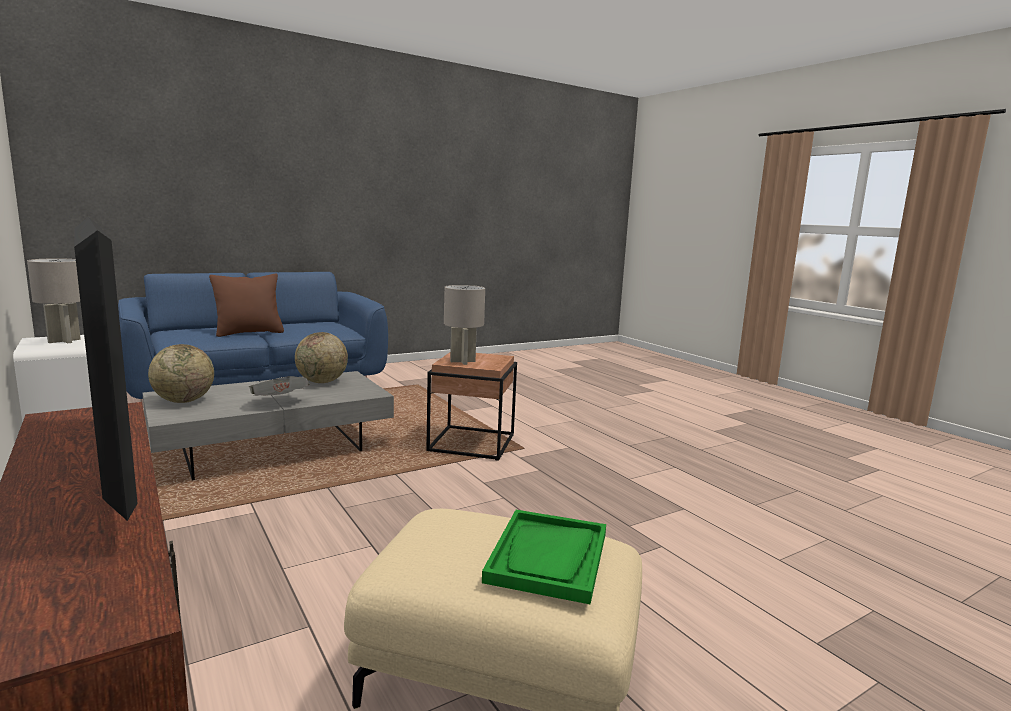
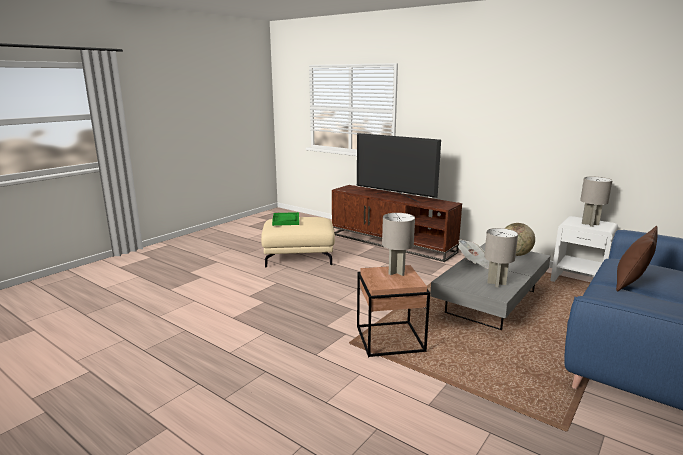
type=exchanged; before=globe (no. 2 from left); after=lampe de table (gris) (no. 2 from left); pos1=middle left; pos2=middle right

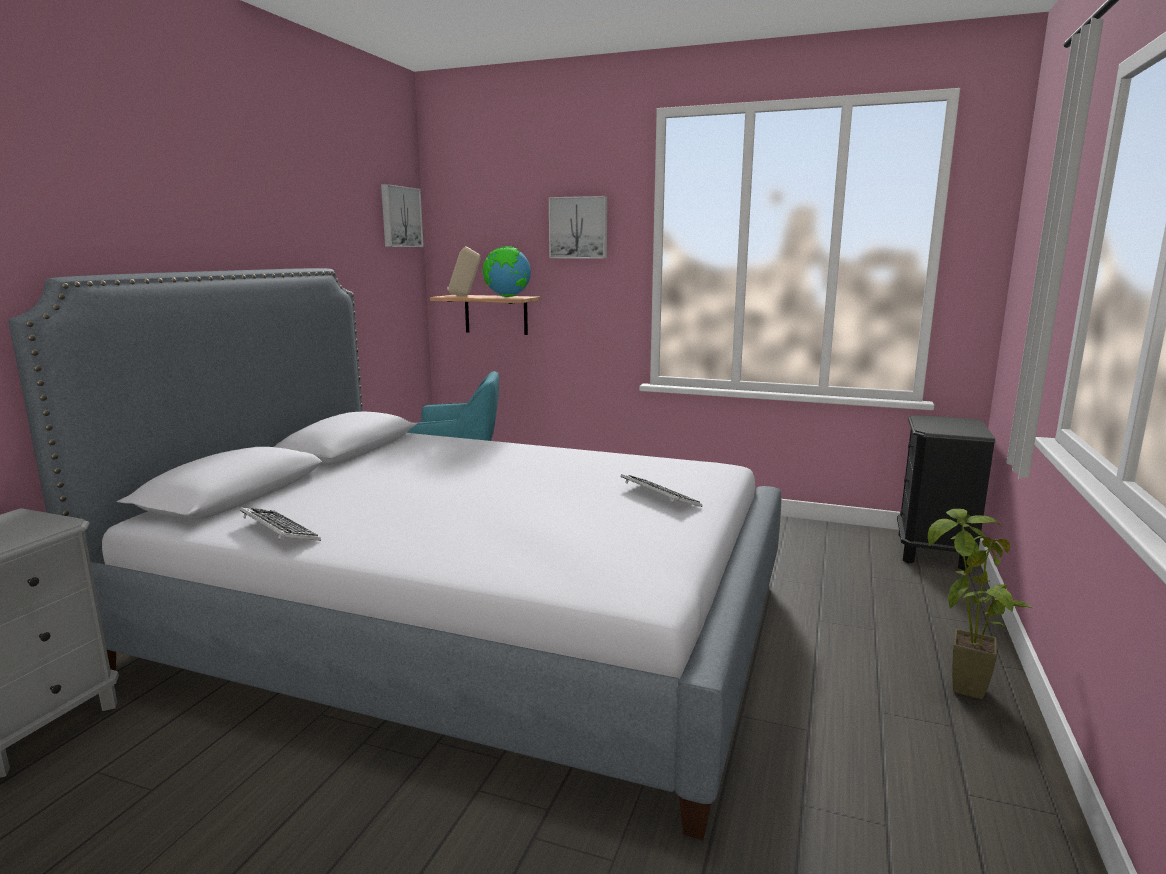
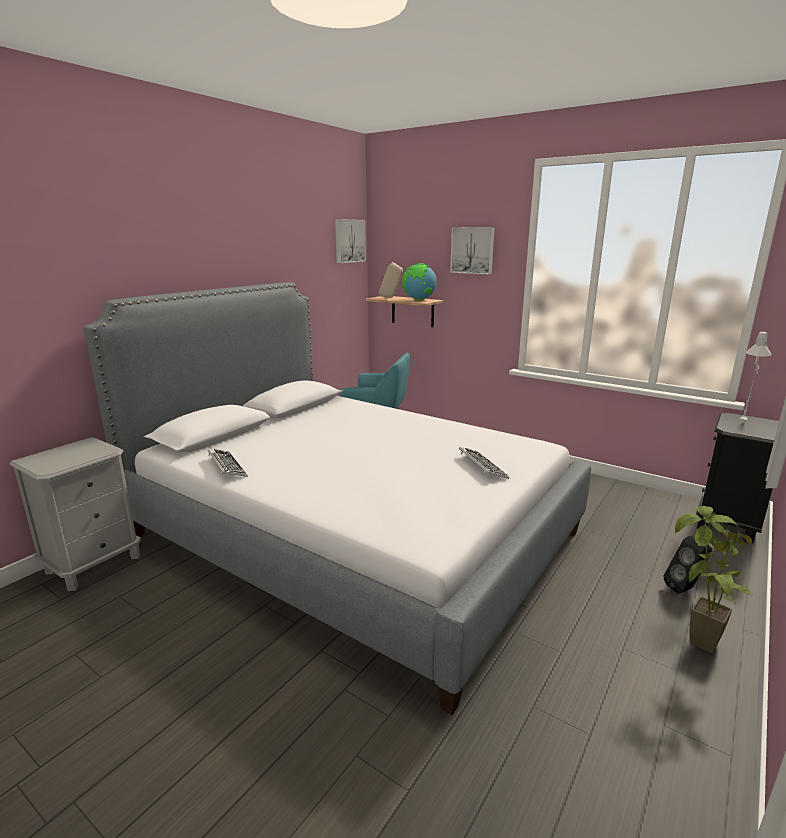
type=appeared; after=enceinte (noir); pos2=bottom right
type=appeared; after=lampe de table (gris); pos2=middle right

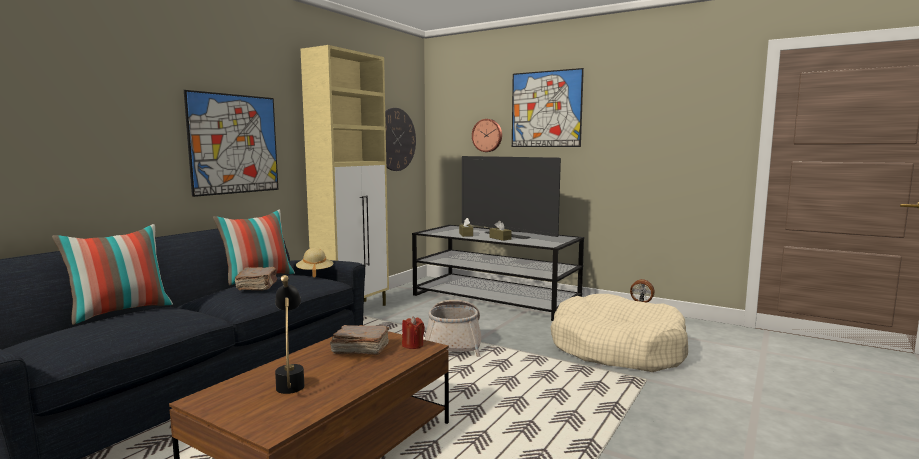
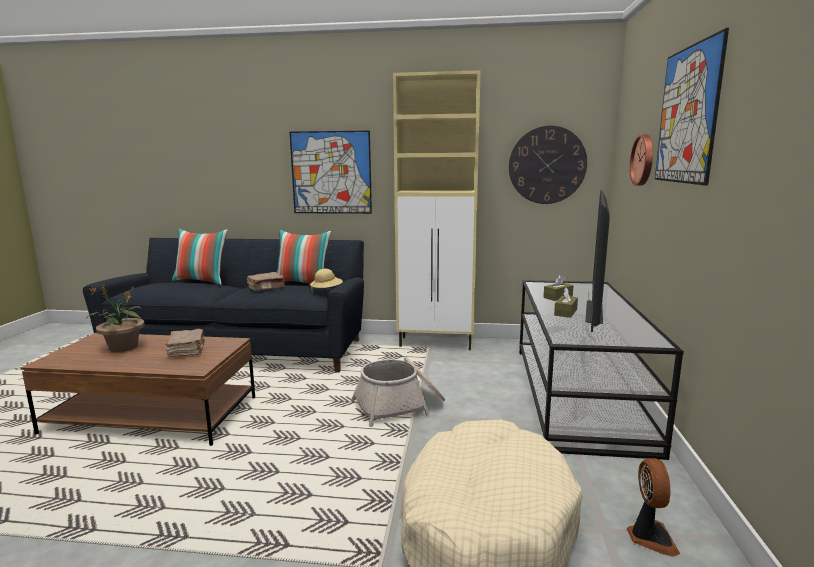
type=missing; before=bougie (rouge); pos1=bottom centre
type=exchanged; before=lampe de table (noir); after=plante en pot; pos1=bottom left; pos2=middle left

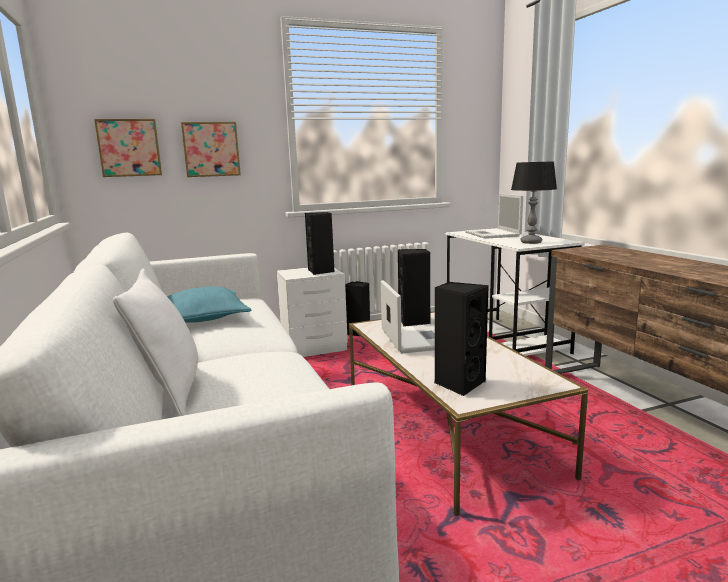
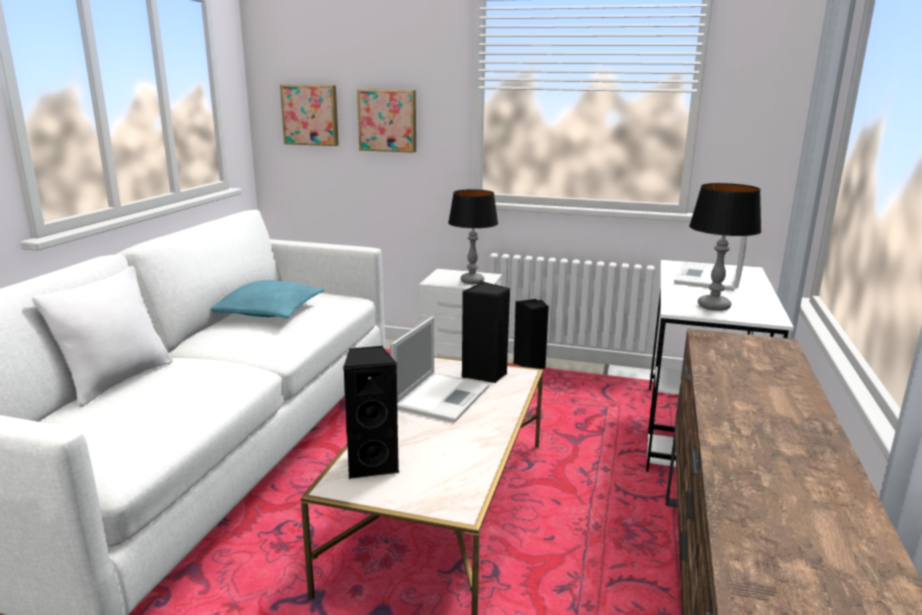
type=exchanged; before=enceinte (noir) (no. 1 from left); after=lampe de table (no. 1 from left); pos1=centre; pos2=centre

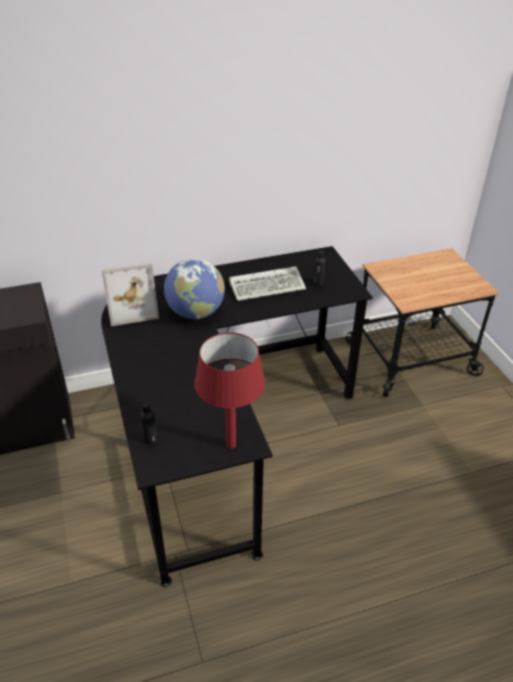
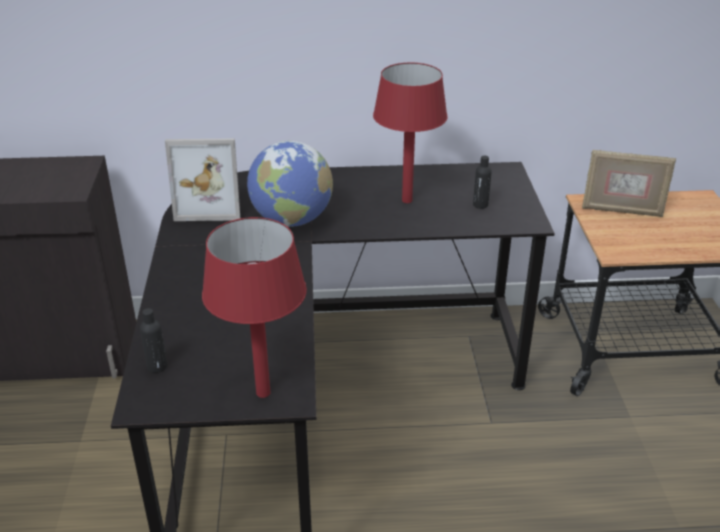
type=appeared; after=cadre photo (no. 2 from left); pos2=middle right
type=exchanged; before=clavier; after=lampe de table (rouge) (no. 2 from left); pos1=centre; pos2=top centre

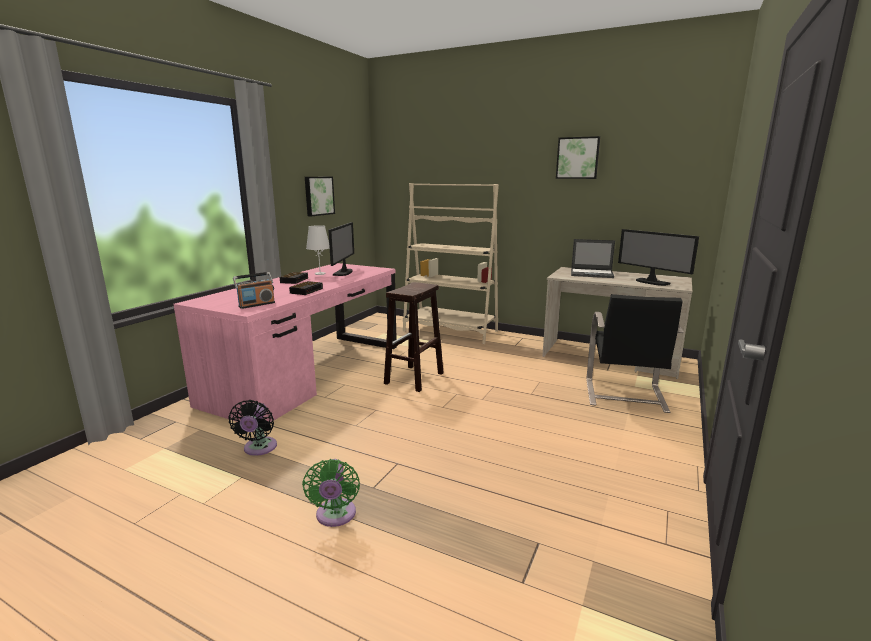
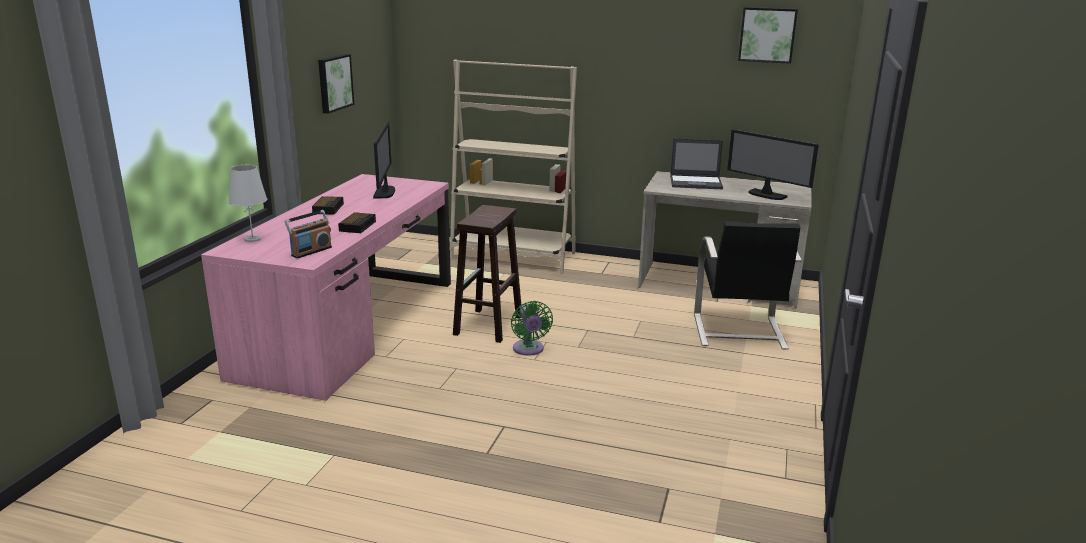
type=missing; before=ventilateur (noir); pos1=bottom left
type=relocated; before=ventilateur (vert); pos1=bottom centre; pos2=centre
type=relocated; before=lampe de table (blanc); pos1=centre; pos2=middle left
type=relocated; before=tableau (no. 2 from left); pos1=top centre; pos2=top right

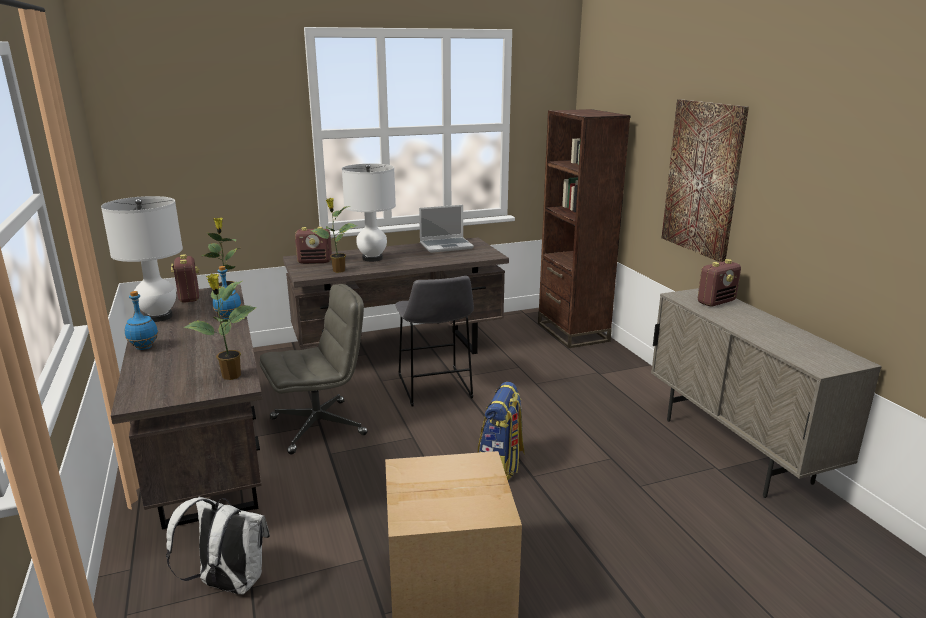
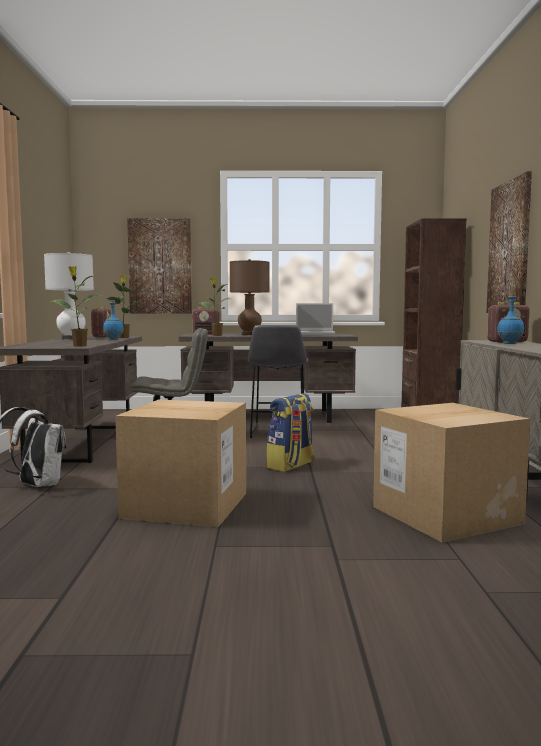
type=appeared; after=tableau (no. 1 from left); pos2=middle left
type=appeared; after=carton (no. 2 from left); pos2=middle right
type=relocated; before=bouteille (bleu) (no. 1 from left in the first image); after=bouteille (bleu) (no. 2 from left); pos1=middle left; pos2=middle right
type=colour; before=lampe de table (blanc) (no. 2 from left); after=lampe de table (marron); pos1=centre; pos2=centre

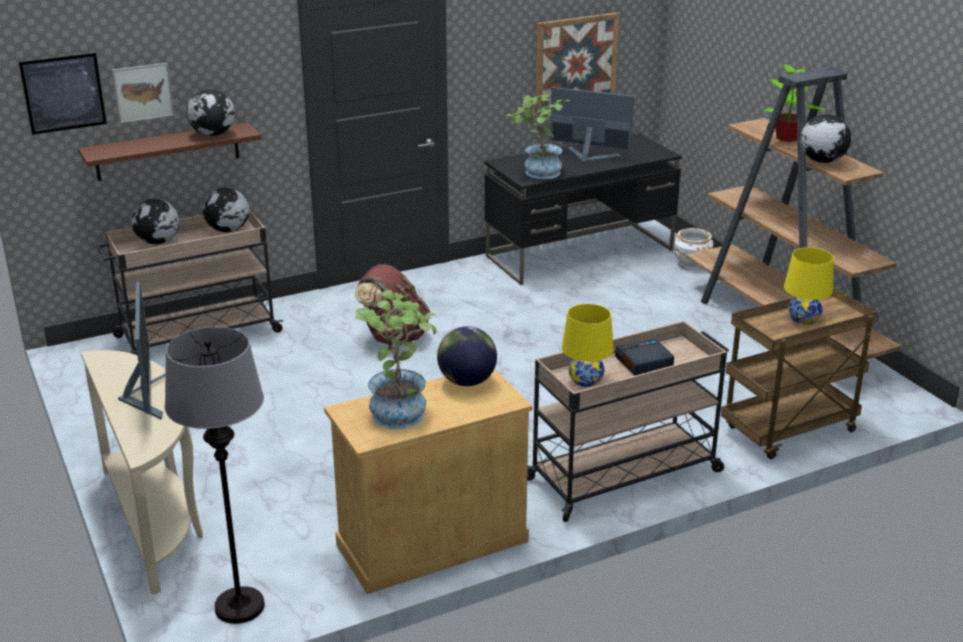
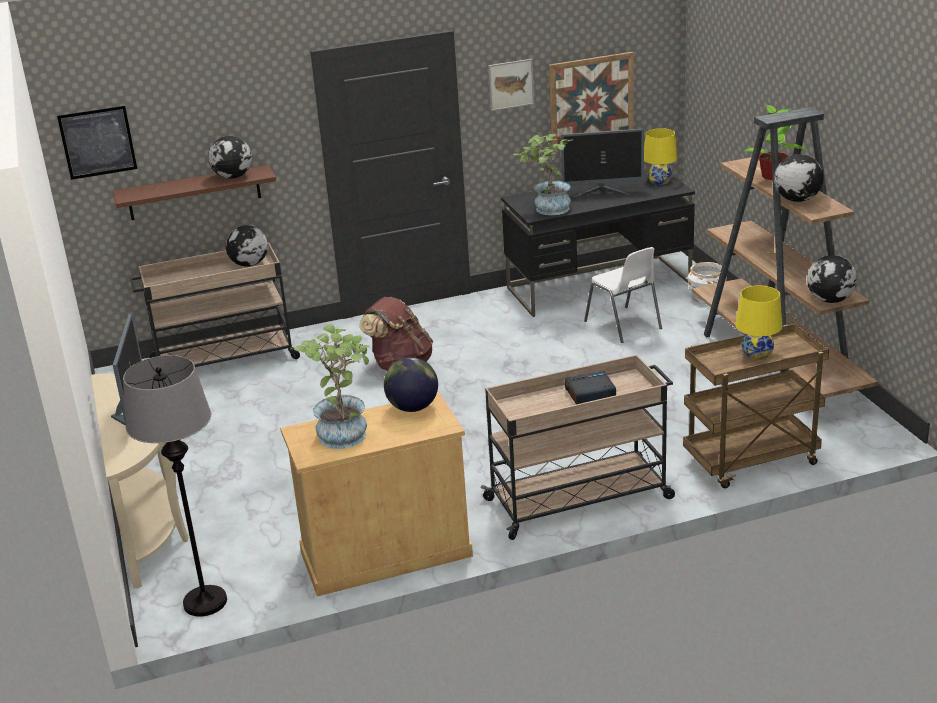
type=appeared; after=chaise (blanc); pos2=centre
type=relocated; before=tableau (no. 2 from left); pos1=top left; pos2=top centre
type=relocated; before=globe (no. 1 from left in the first image); after=globe (no. 5 from left); pos1=middle left; pos2=middle right
type=relocated; before=lampe de table (jaune) (no. 1 from left); pos1=centre; pos2=top right
type=spun; before=écran d'ordinateur (no. 2 from left); pos1=top centre; pos2=top centre; turn=150

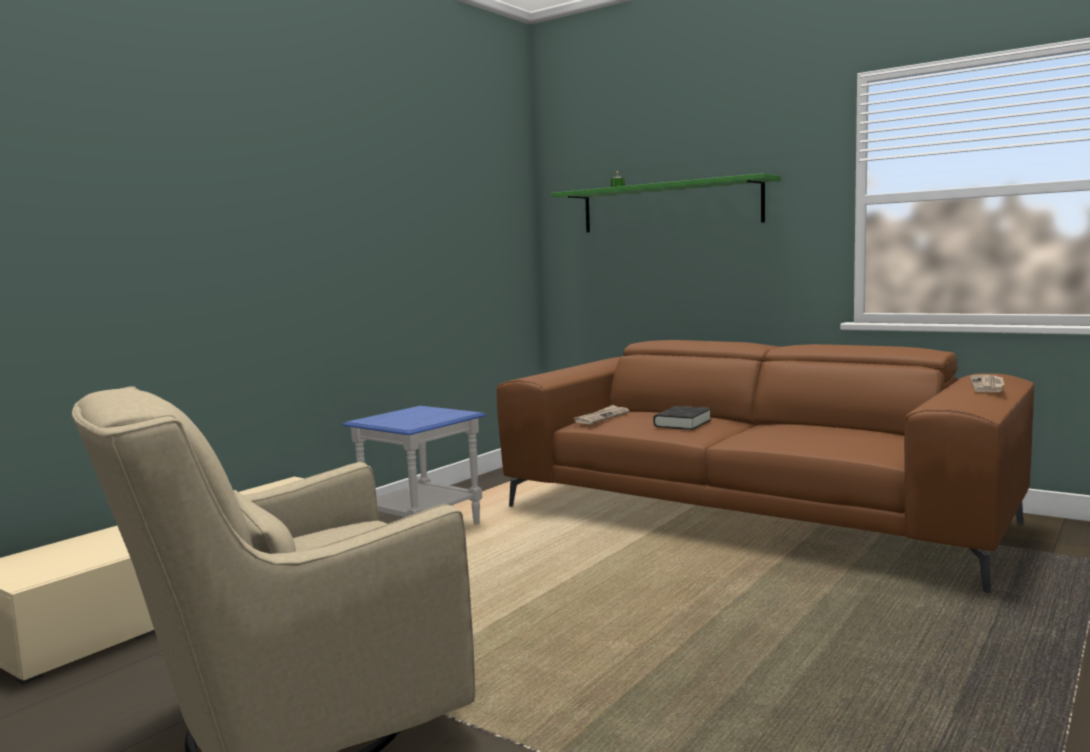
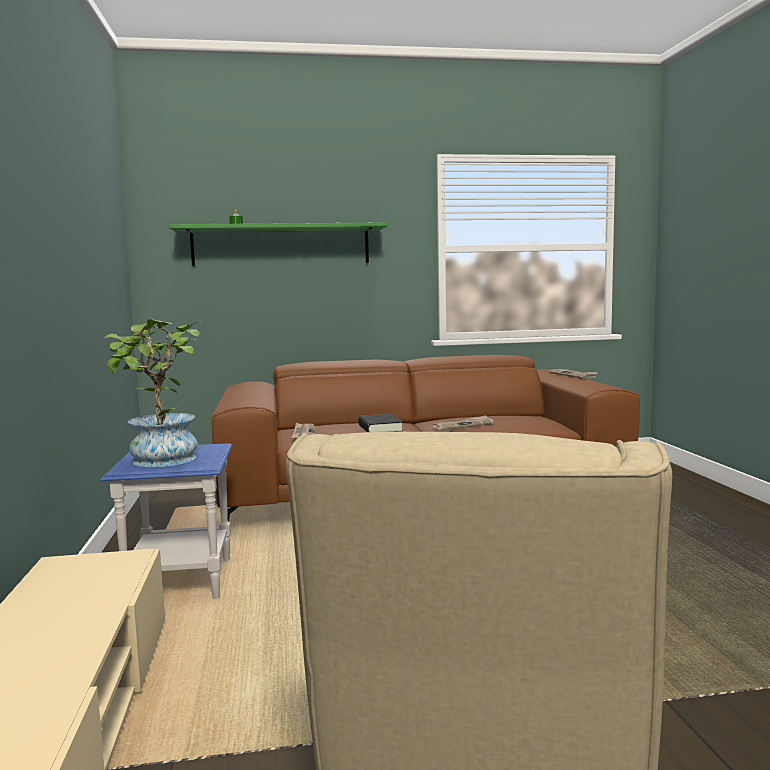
type=appeared; after=plante en pot; pos2=middle left
type=appeared; after=journal (no. 2 from left); pos2=centre

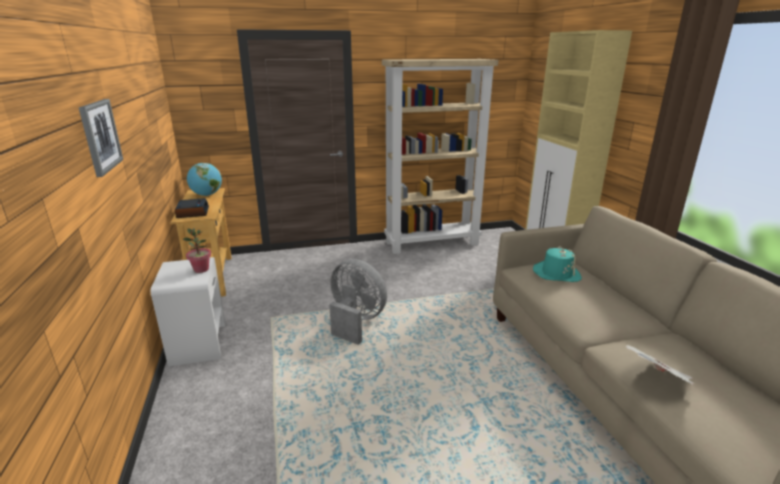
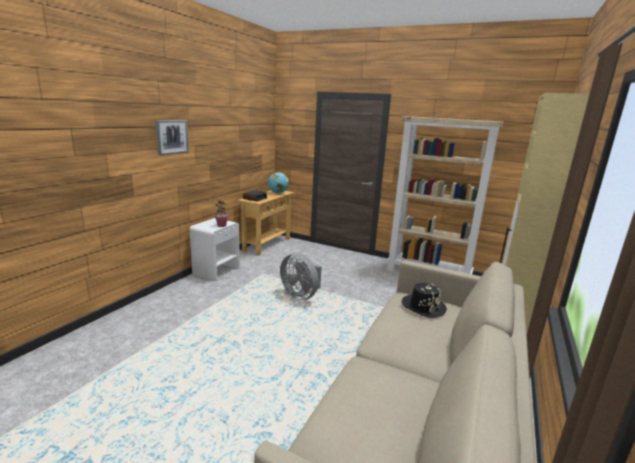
type=missing; before=journal; pos1=bottom right
type=colour; before=chapeau (turquoise); after=chapeau (noir); pos1=middle right; pos2=middle right
type=spun; before=ventilateur (gris); pos1=centre; pos2=centre; turn=150

